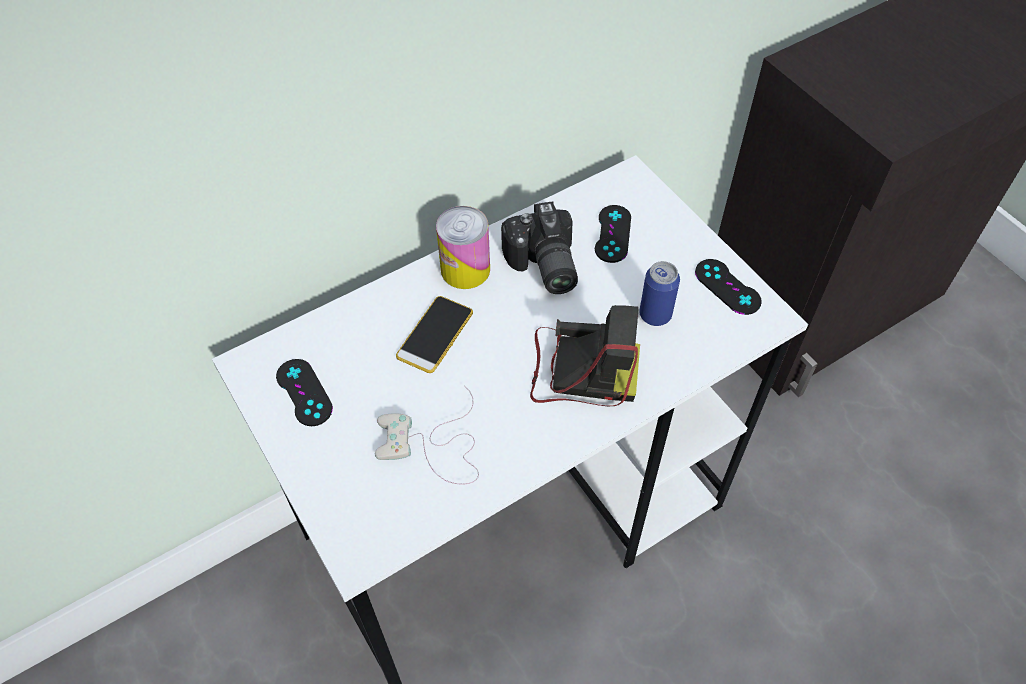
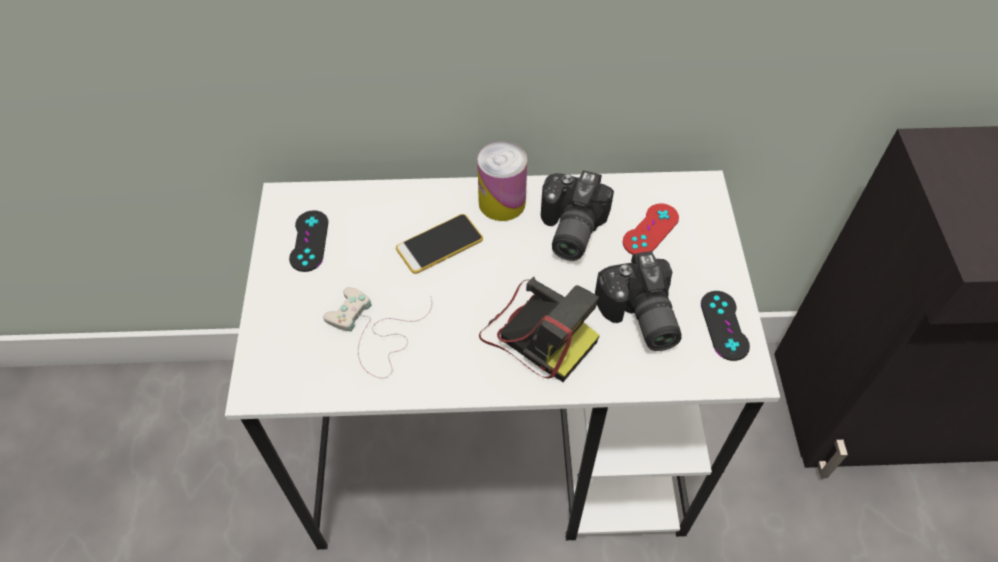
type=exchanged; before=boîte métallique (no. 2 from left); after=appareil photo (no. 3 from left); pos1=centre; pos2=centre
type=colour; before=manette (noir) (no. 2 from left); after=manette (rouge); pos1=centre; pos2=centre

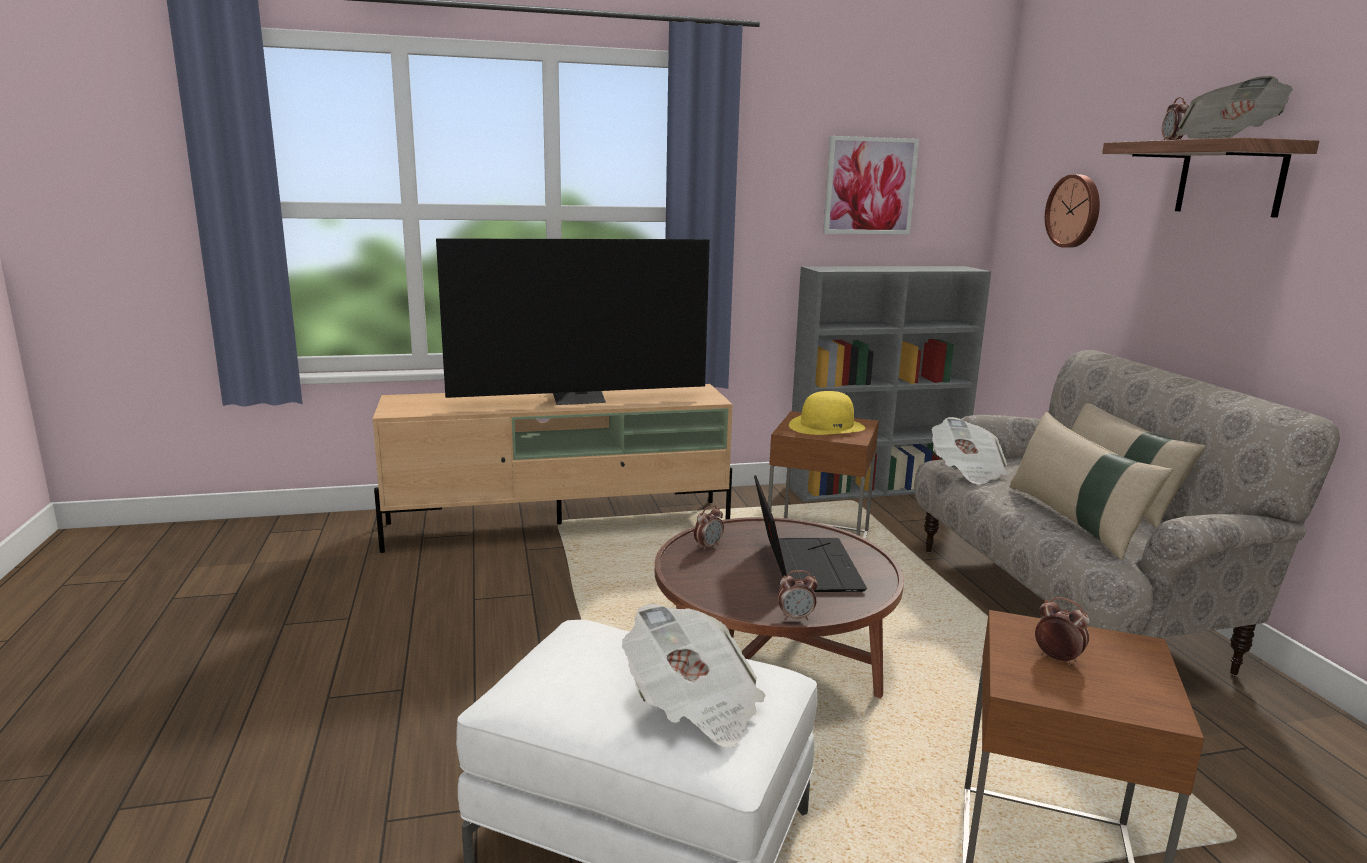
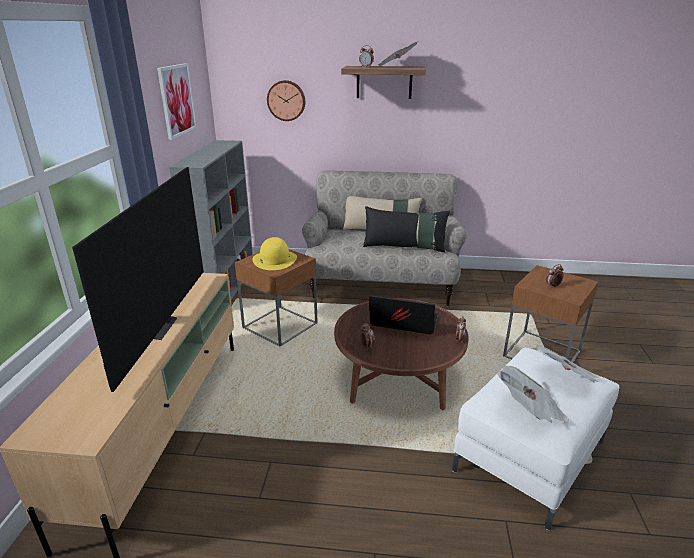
type=relocated; before=journal (no. 2 from left); pos1=middle right; pos2=bottom right
type=colour; before=coussin (beige) (no. 1 from left); after=coussin (noir); pos1=middle right; pos2=centre

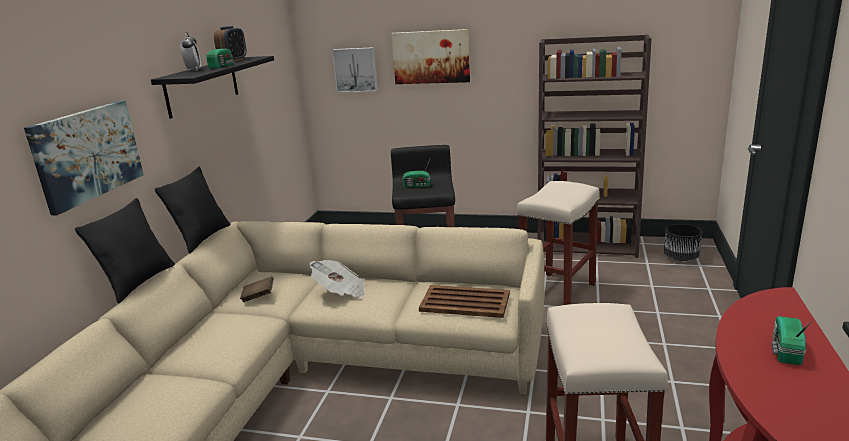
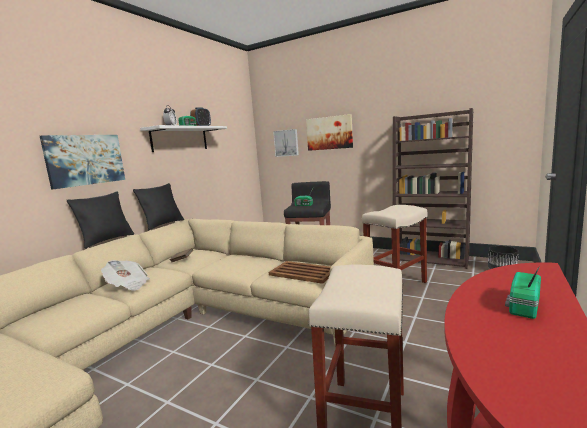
type=relocated; before=journal; pos1=centre; pos2=middle left
type=colour; before=étagère (noir); after=étagère (blanc); pos1=top left; pos2=top left

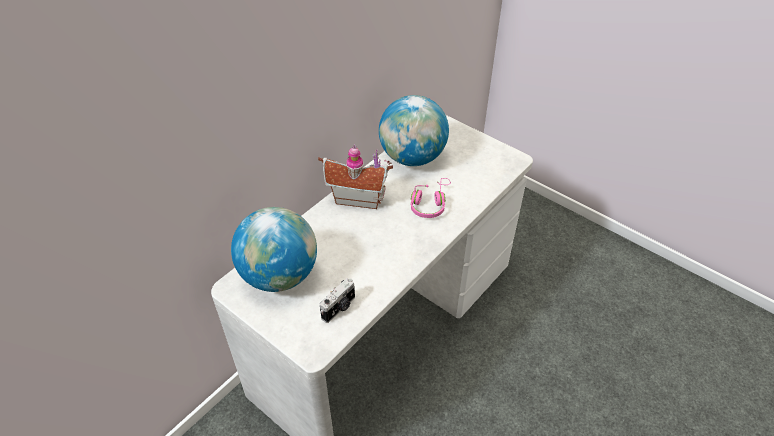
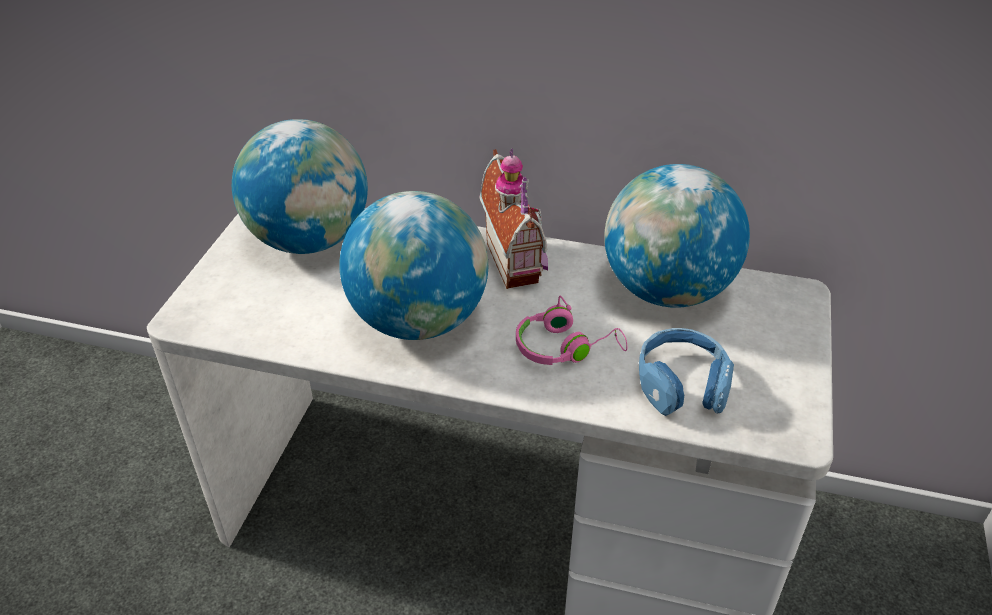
type=missing; before=appareil photo; pos1=bottom centre
type=appeared; after=globe (no. 2 from left); pos2=centre
type=appeared; after=casque audio (bleu); pos2=middle right

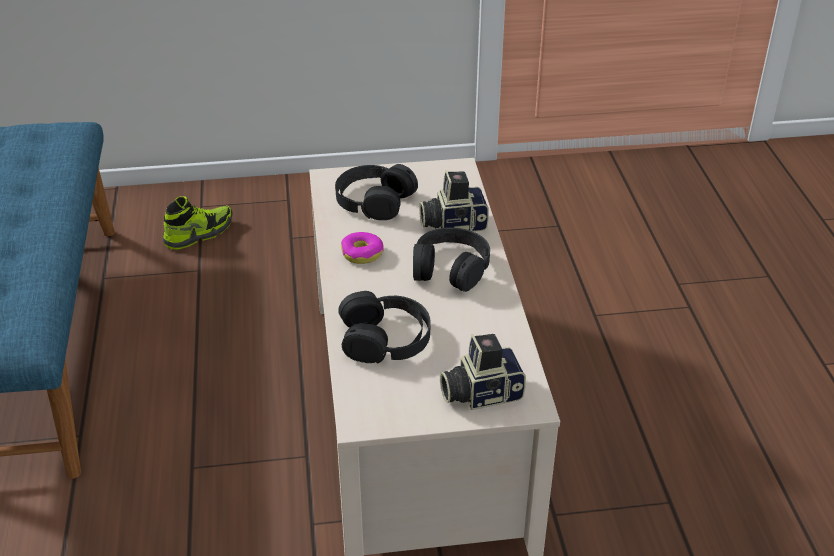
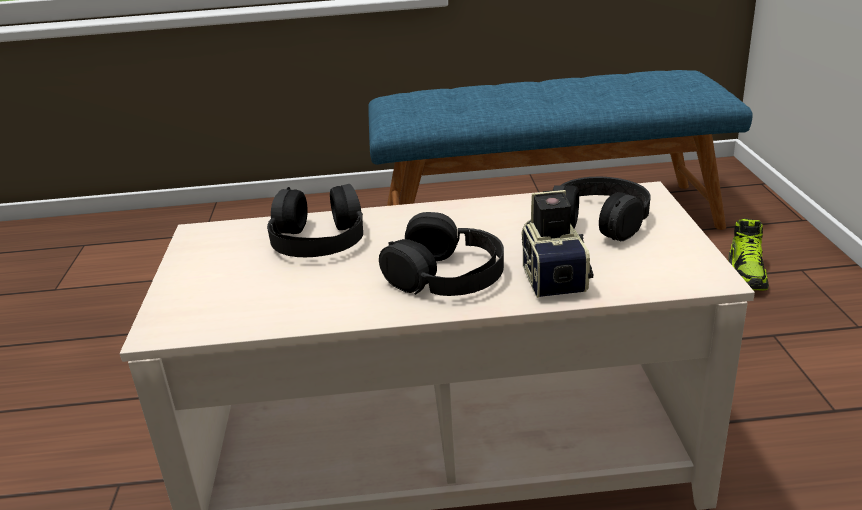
type=missing; before=beignet; pos1=centre
type=missing; before=appareil photo (no. 2 from left); pos1=bottom centre
type=spun; before=chaussure; pos1=middle left; pos2=middle right; turn=45

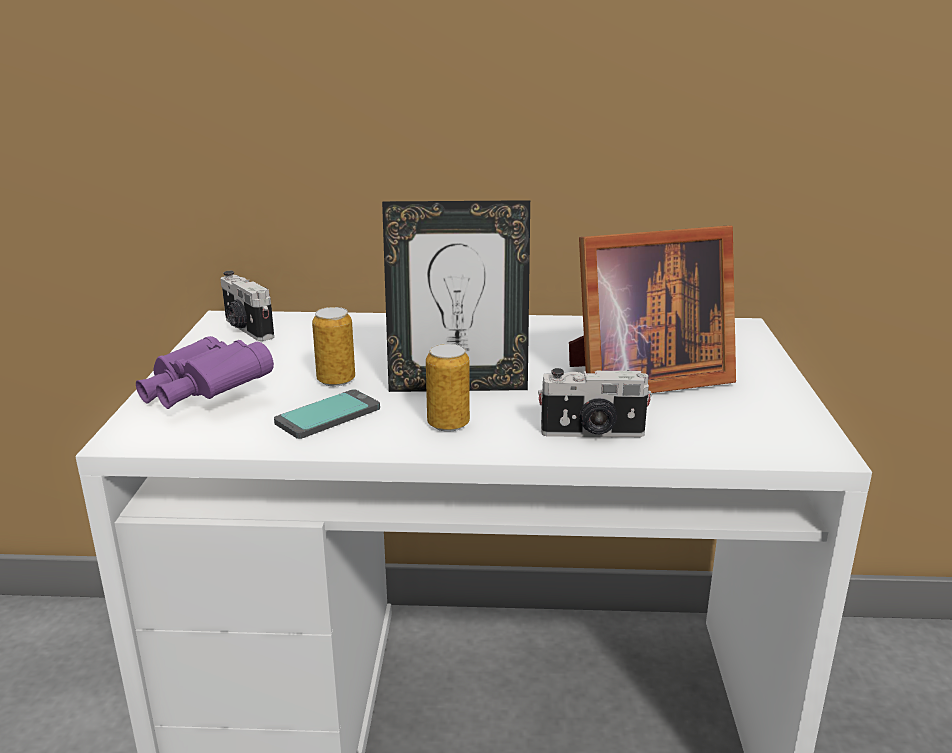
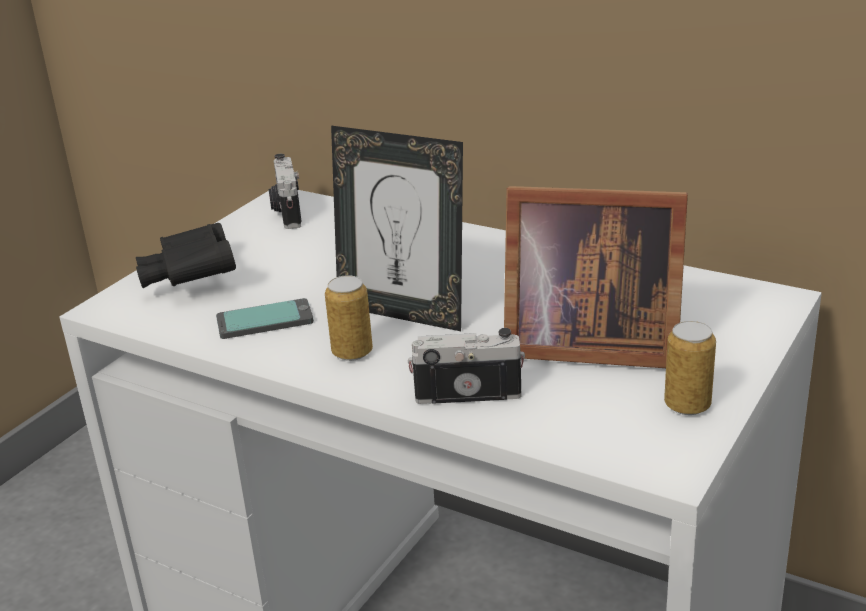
type=relocated; before=boîte métallique (no. 1 from left in the first image); after=boîte métallique (no. 2 from left); pos1=centre; pos2=middle right
type=colour; before=jumelles (violet); after=jumelles (noir); pos1=middle left; pos2=middle left
type=spun; before=appareil photo (no. 2 from left); pos1=centre; pos2=centre; turn=150

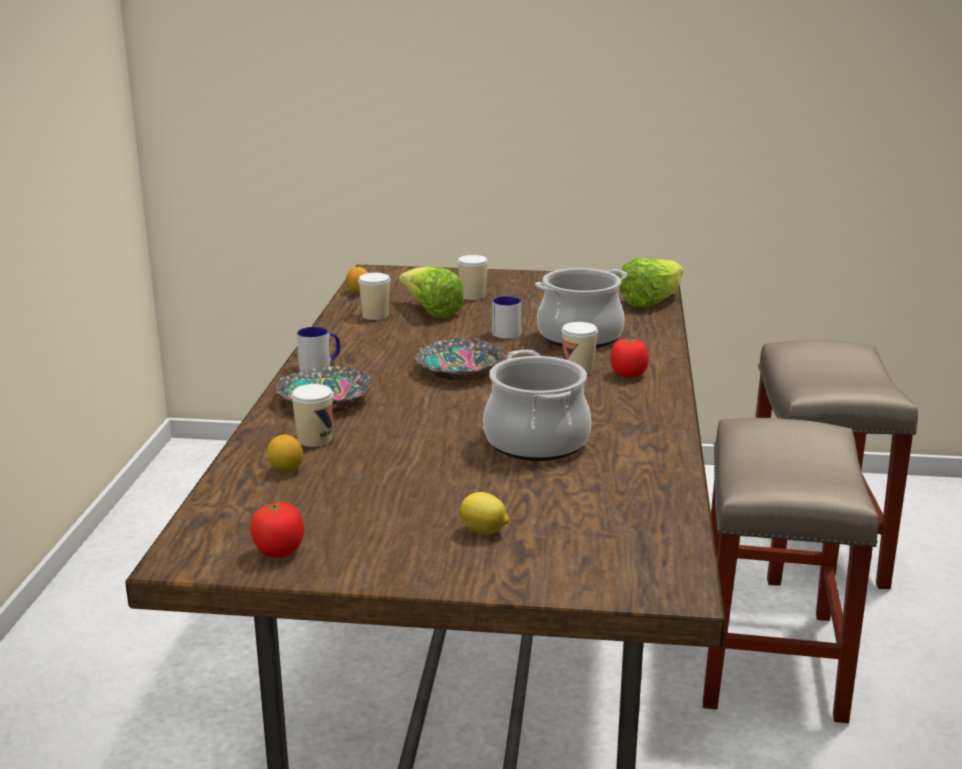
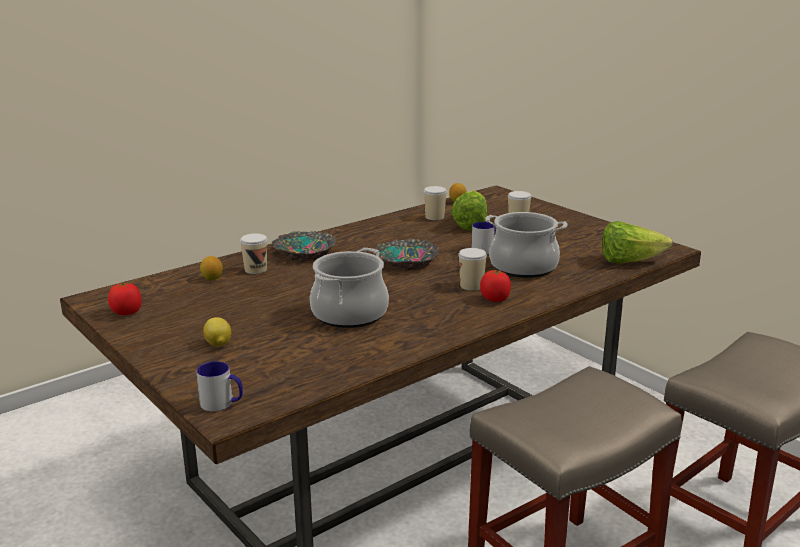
type=relocated; before=mug (no. 1 from left); pos1=middle left; pos2=bottom left

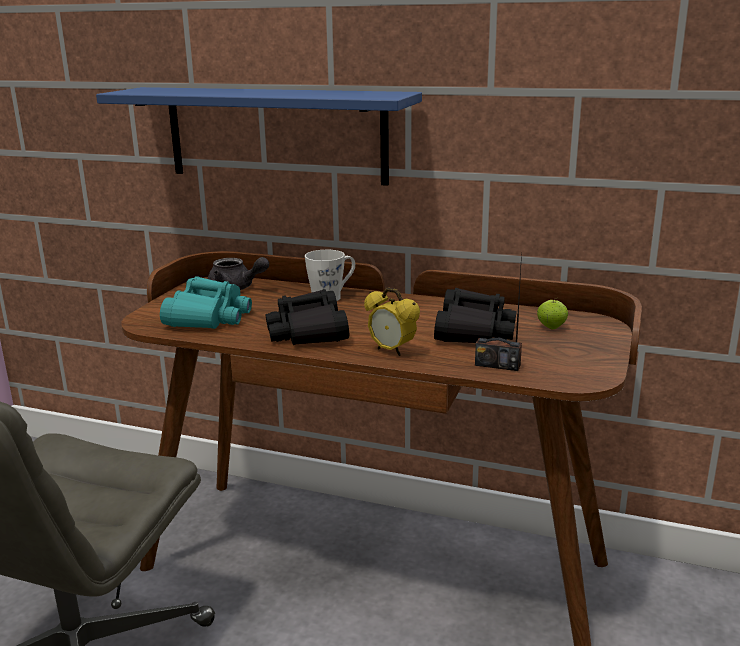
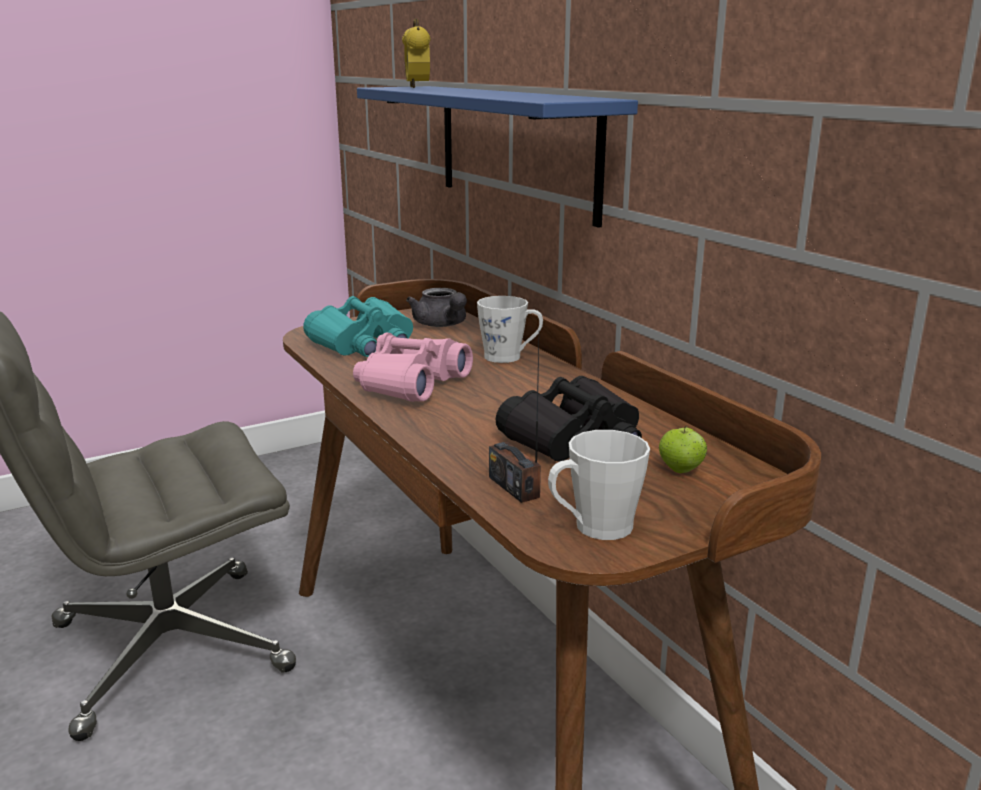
type=appeared; after=mug (blanc) (no. 2 from left); pos2=centre
type=relocated; before=réveil; pos1=centre; pos2=top centre
type=colour; before=jumelles (noir) (no. 1 from left); after=jumelles (rose); pos1=centre; pos2=centre

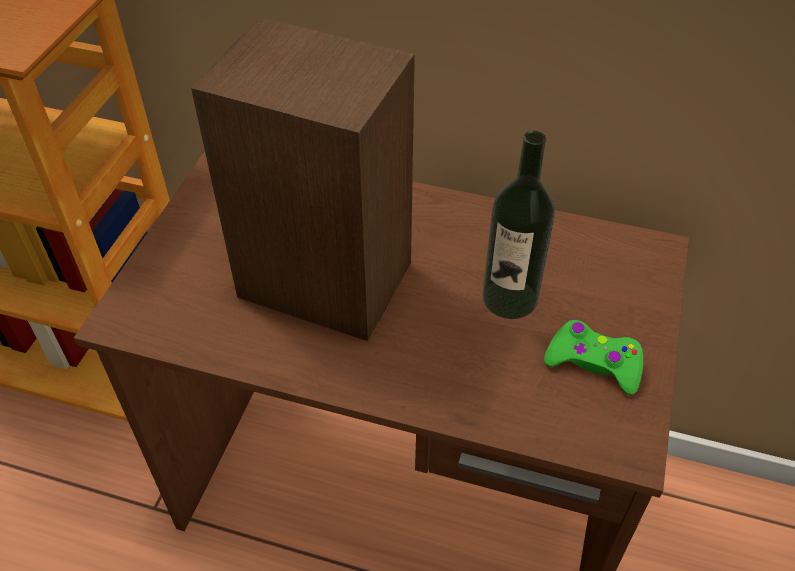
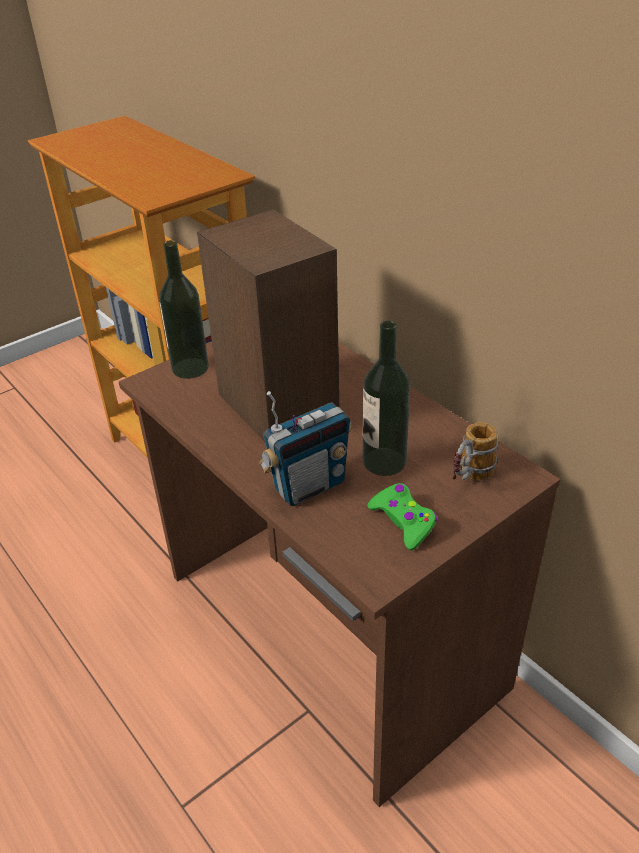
type=appeared; after=bouteille (no. 1 from left); pos2=middle left
type=appeared; after=radio; pos2=centre
type=appeared; after=mug; pos2=middle right

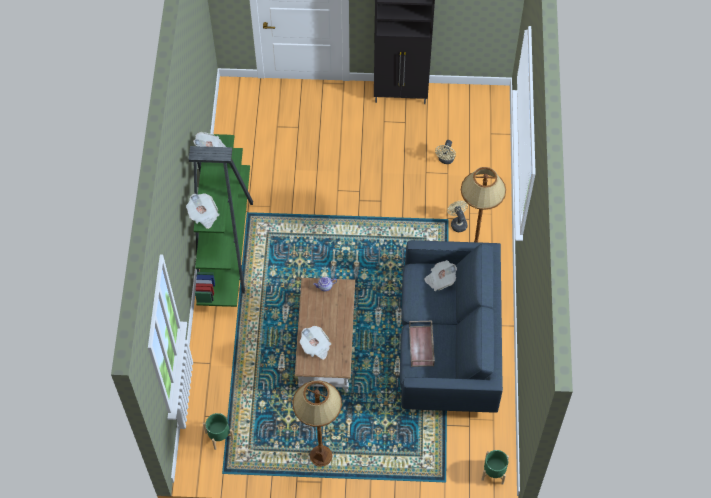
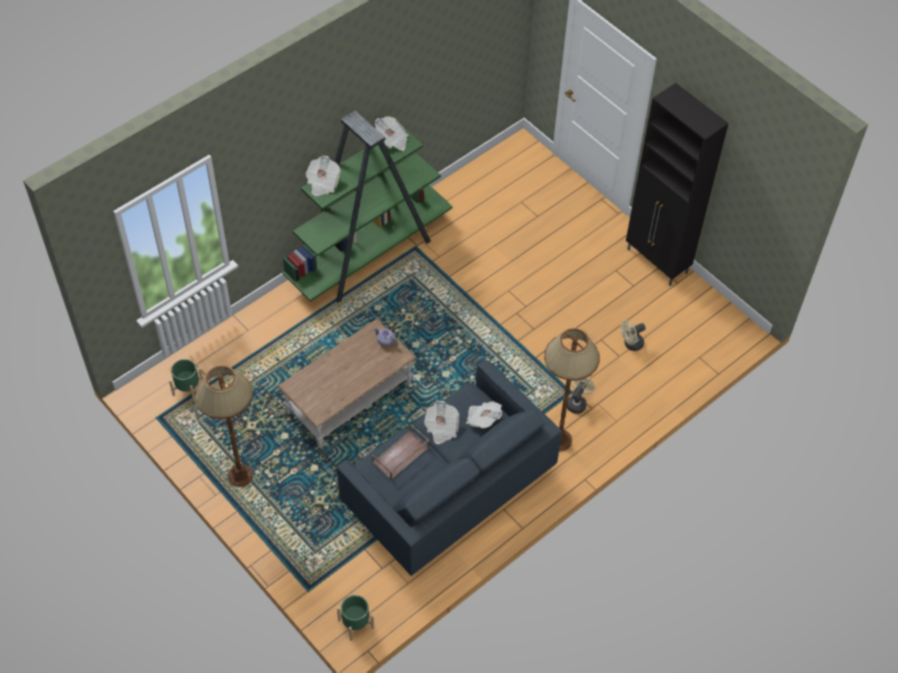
type=relocated; before=journal (no. 3 from left); pos1=bottom centre; pos2=centre

